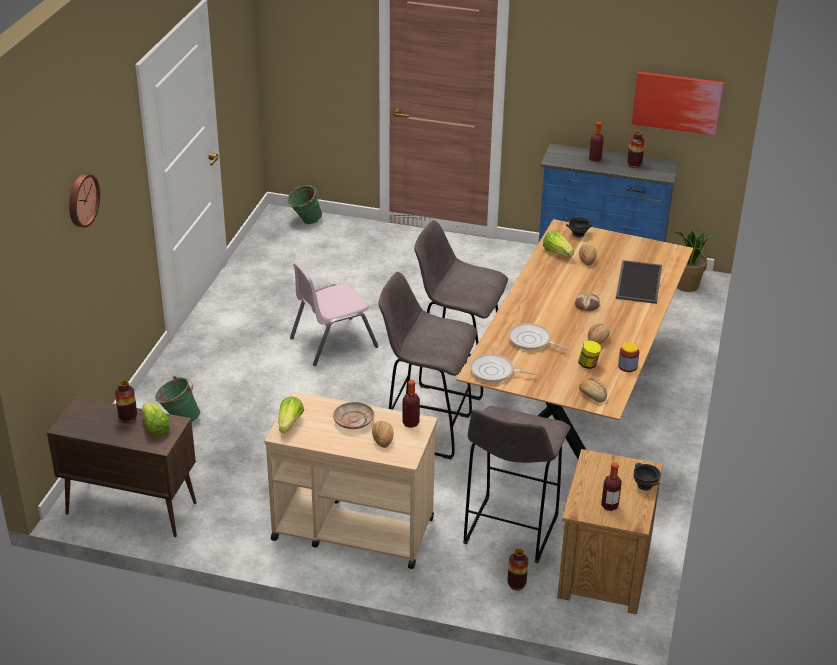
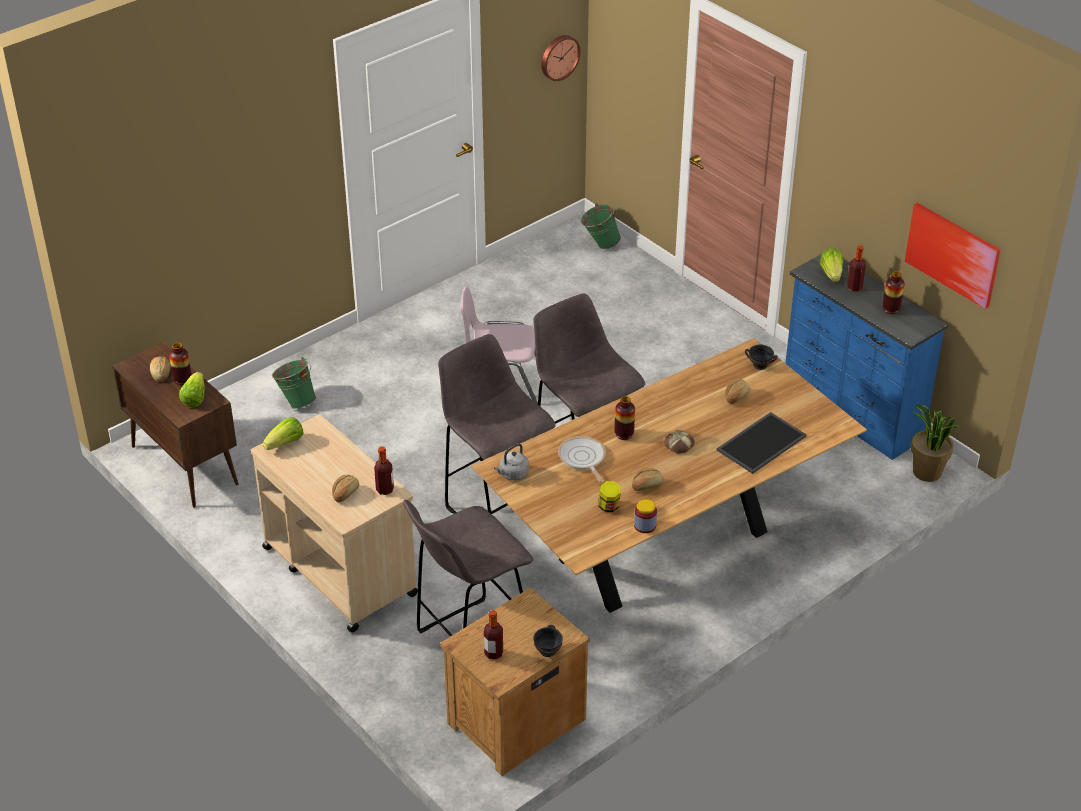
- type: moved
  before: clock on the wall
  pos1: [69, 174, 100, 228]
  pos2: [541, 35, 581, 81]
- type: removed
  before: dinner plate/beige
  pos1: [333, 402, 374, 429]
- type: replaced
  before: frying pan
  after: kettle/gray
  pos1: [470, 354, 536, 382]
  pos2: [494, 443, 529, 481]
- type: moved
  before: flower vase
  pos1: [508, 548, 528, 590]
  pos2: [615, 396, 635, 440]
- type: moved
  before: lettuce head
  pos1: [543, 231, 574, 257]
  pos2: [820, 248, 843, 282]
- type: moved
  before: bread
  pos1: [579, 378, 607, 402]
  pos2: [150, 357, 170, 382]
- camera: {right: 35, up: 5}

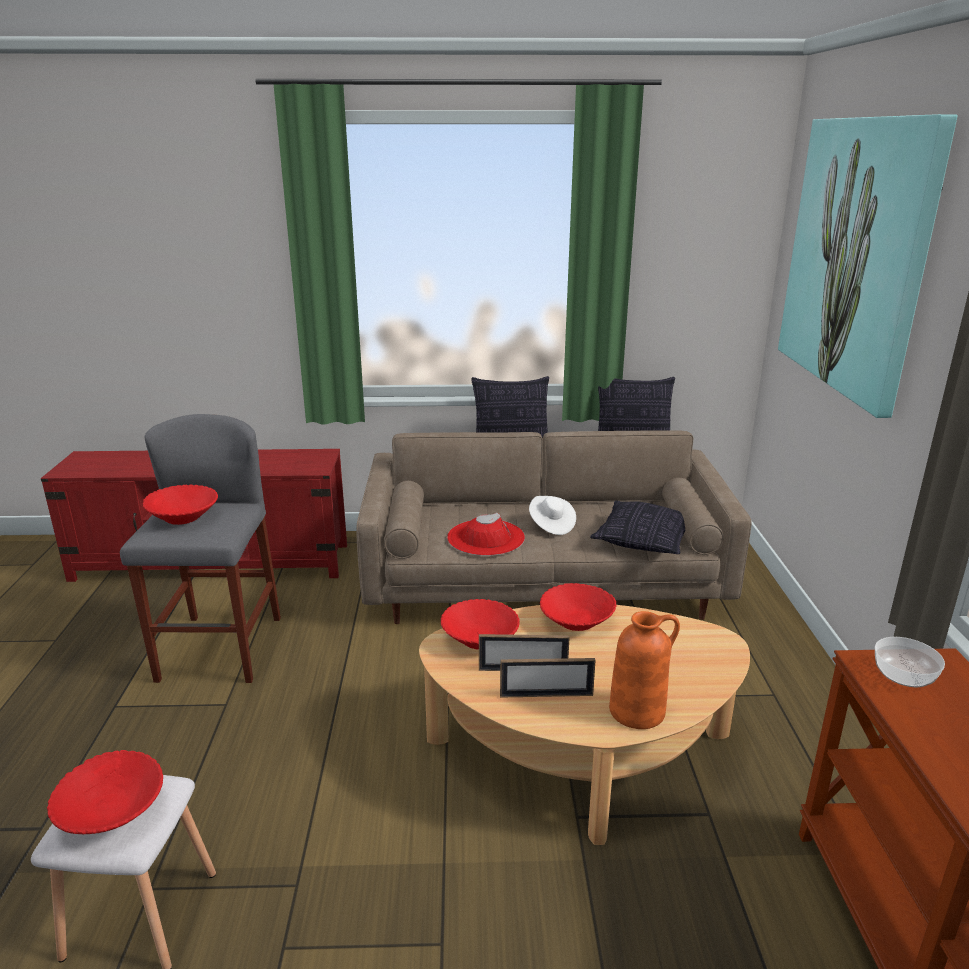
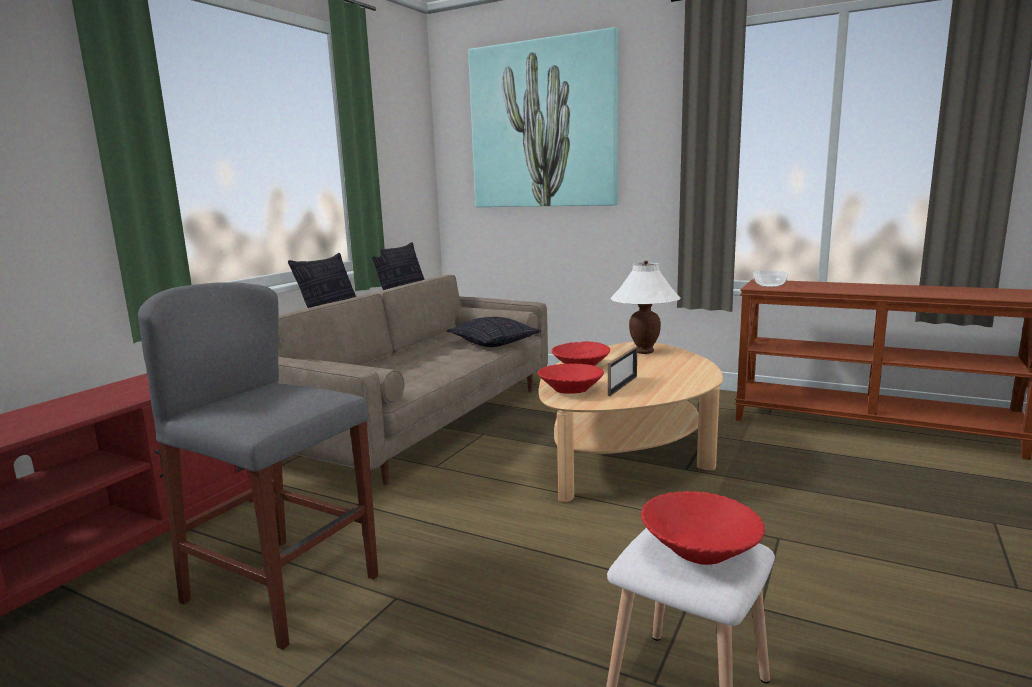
- type: removed
  before: serving bowl/red
  pos1: [143, 485, 218, 525]
- type: removed
  before: clothing hat/red
  pos1: [447, 513, 525, 556]
- type: removed
  before: standing frame
  pos1: [500, 658, 595, 698]
- type: removed
  before: clothing hat/white
  pos1: [529, 496, 576, 535]
- type: removed
  before: flower vase/orange-coloured
  pos1: [609, 611, 680, 729]
- type: added
  after: table lamp/white
  pos2: [611, 261, 681, 354]
- camera: {right: -60, up: -10}

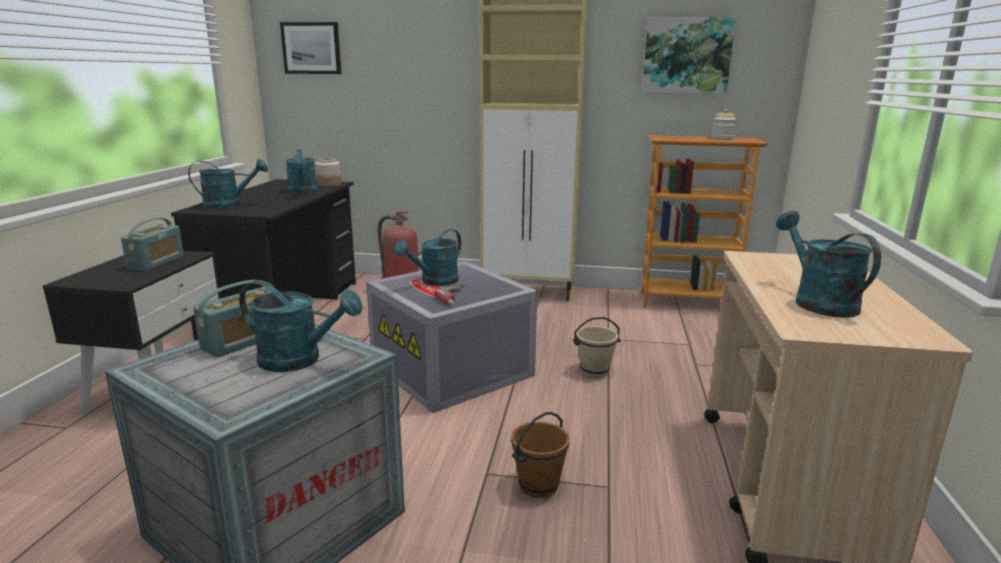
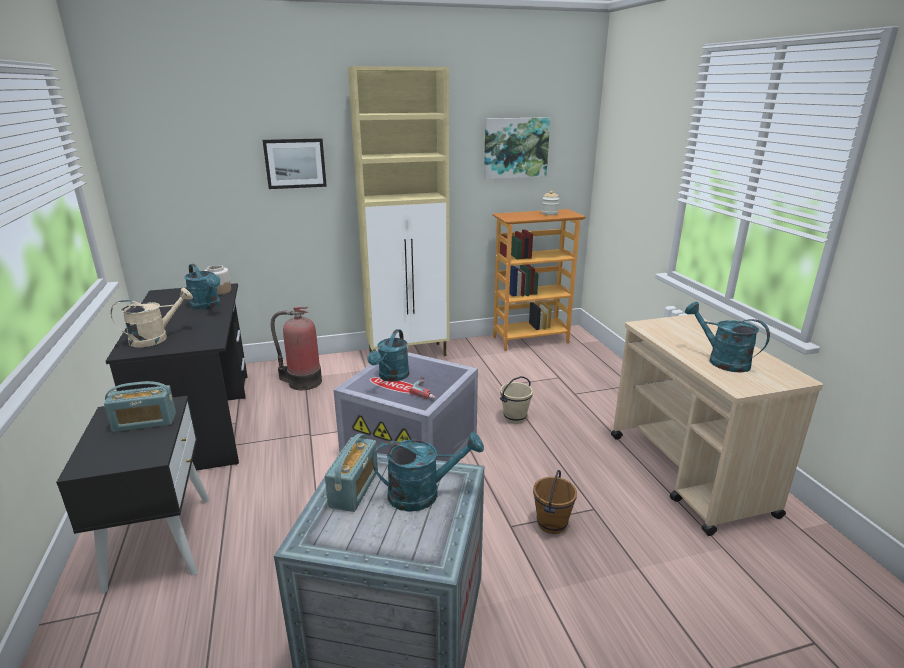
- type: turned
  before: radio
  pos1: [121, 218, 184, 271]
  pos2: [104, 381, 176, 432]
  turn: 90
- type: recoloured
  before: sprinkling can/turquoise
  after: sprinkling can/beige
  pos1: [188, 159, 268, 209]
  pos2: [111, 288, 193, 347]
- type: moved
  before: wall picture
  pos1: [280, 22, 341, 74]
  pos2: [263, 138, 327, 189]
- camera: {right: -25, up: 5}

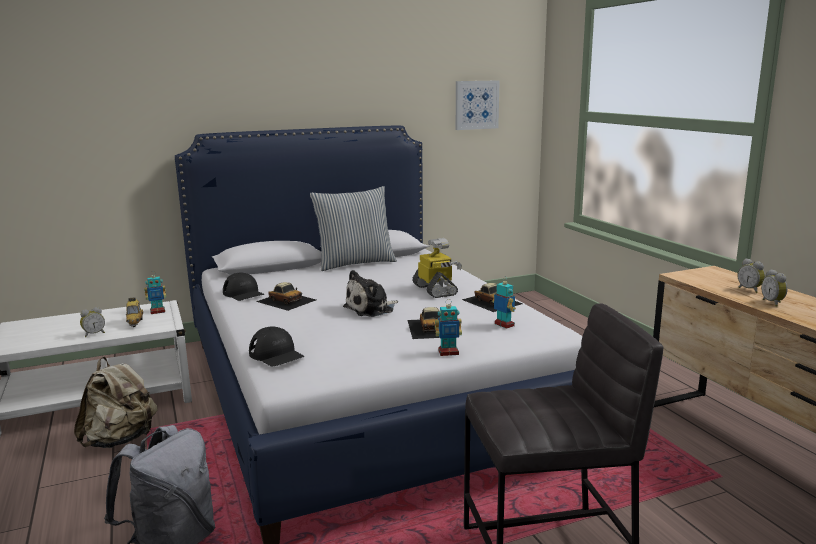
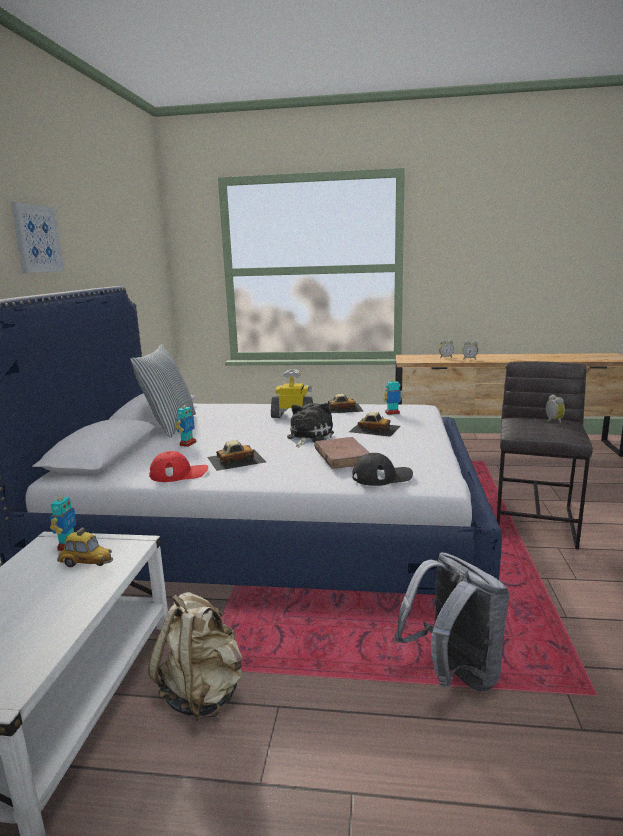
- type: moved
  before: table clock
  pos1: [80, 307, 105, 337]
  pos2: [546, 394, 565, 423]
- type: recoloured
  before: baseball cap/blackish
  after: baseball cap/red
  pos1: [223, 273, 265, 301]
  pos2: [149, 451, 208, 482]
- type: turned
  before: plush toy
  pos1: [343, 270, 398, 317]
  pos2: [287, 403, 334, 447]
  turn: -150
- type: moved
  before: robot figure
  pos1: [435, 299, 462, 356]
  pos2: [176, 405, 196, 447]
- type: moved
  before: wall picture
  pos1: [456, 80, 500, 130]
  pos2: [11, 202, 64, 273]
- type: added
  after: book/brownish
  pos2: [315, 437, 370, 469]
- camera: {right: -60, up: 0}

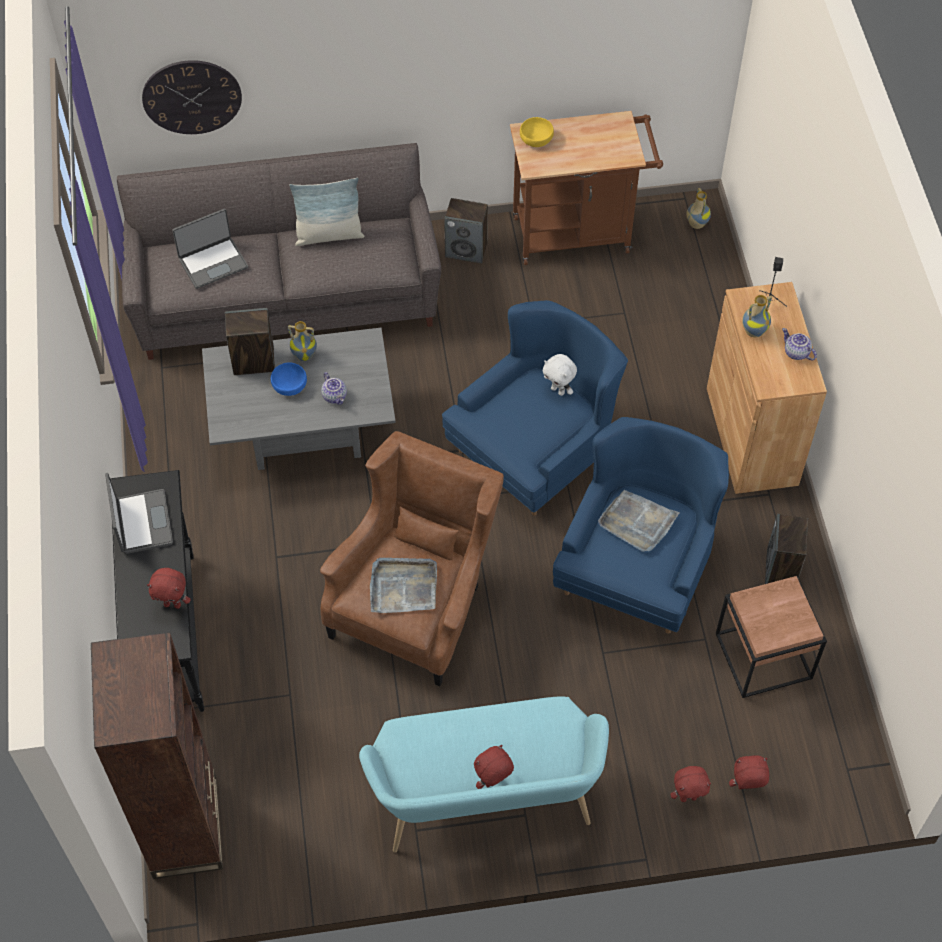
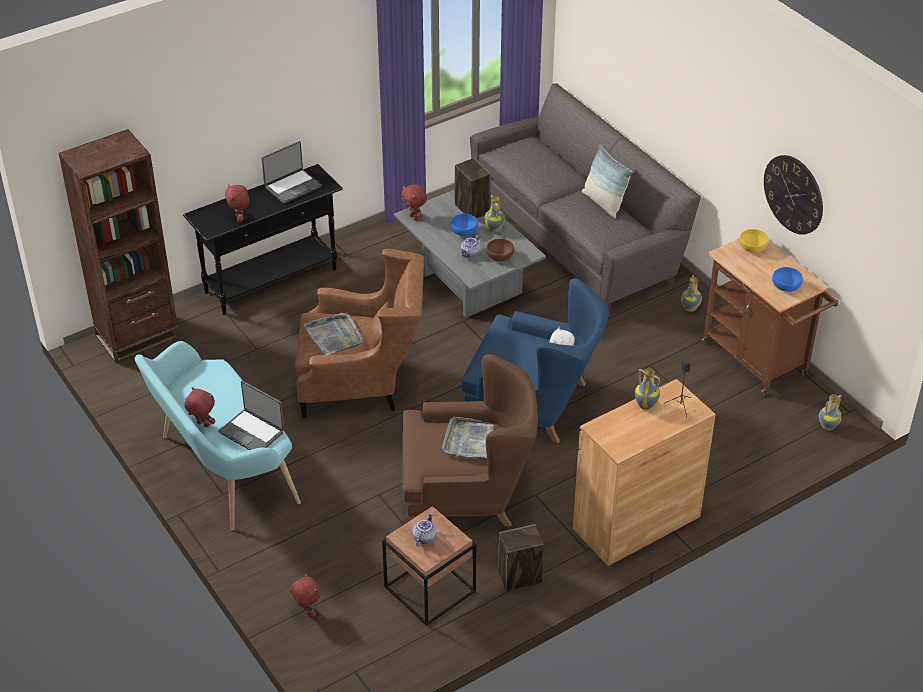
- type: moved
  before: clock on the wall
  pos1: [142, 60, 242, 134]
  pos2: [764, 155, 823, 235]
- type: moved
  before: notebook computer
  pos1: [172, 209, 248, 289]
  pos2: [218, 381, 284, 450]
- type: replaced
  before: loudspeaker
  after: flower vase
  pos1: [444, 198, 488, 264]
  pos2: [681, 275, 702, 312]
- type: recoloured
  before: easy chair/bluish
  after: easy chair/brownish
  pos1: [553, 417, 729, 634]
  pos2: [402, 354, 538, 526]
- type: moved
  before: plush toy/red
  pos1: [670, 766, 711, 802]
  pos2: [401, 184, 427, 221]
- type: moved
  before: pot for tea
  pos1: [782, 328, 817, 360]
  pos2: [413, 513, 436, 547]
- type: added
  after: serving bowl/brownish
  pos2: [486, 239, 514, 261]
- type: added
  after: serving bowl/bluish
  pos2: [772, 267, 803, 292]
- camera: {right: 65, up: -15}

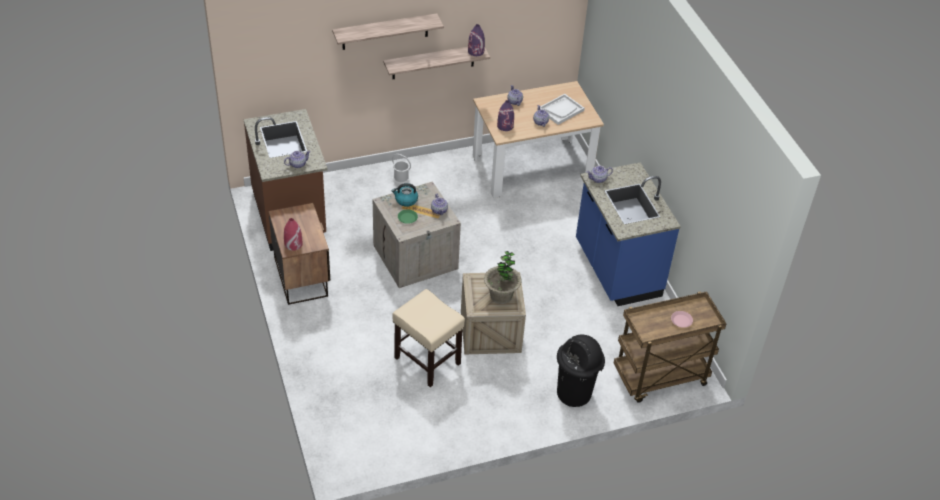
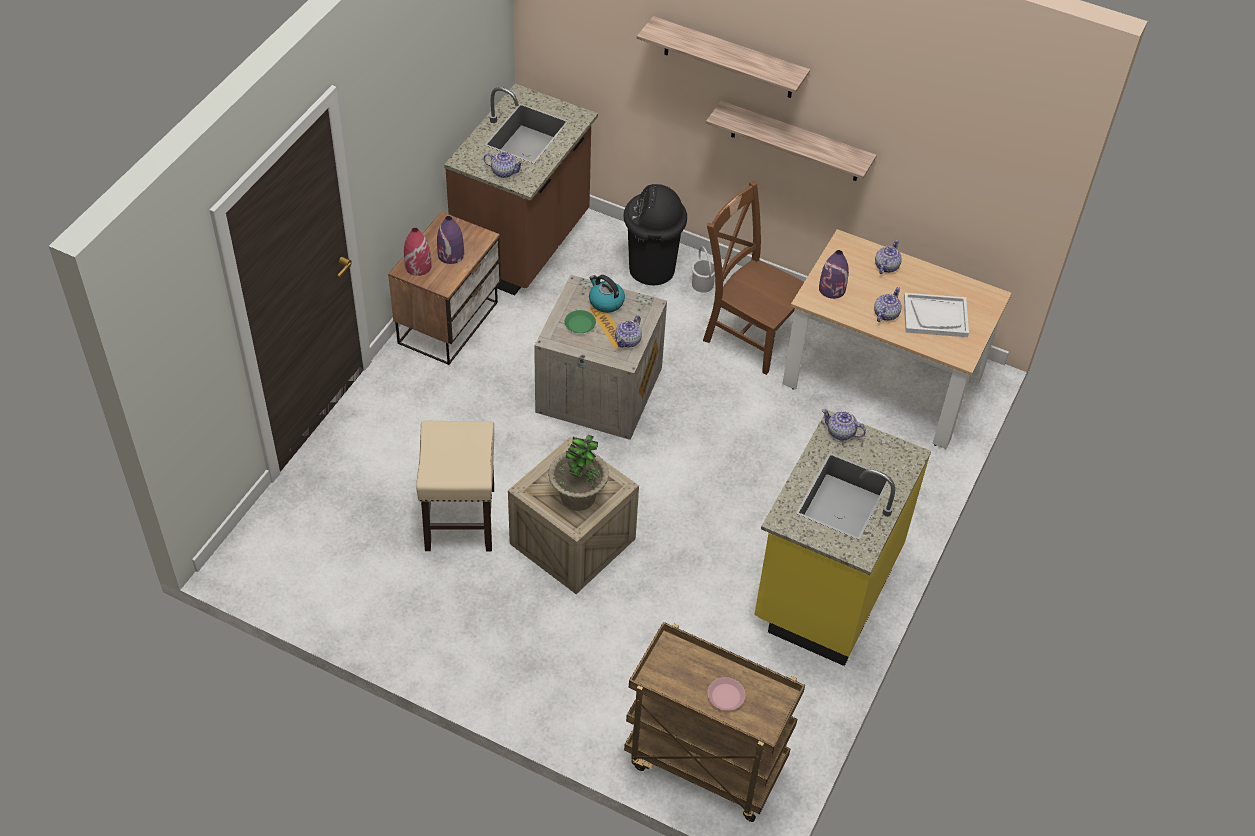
- type: moved
  before: flower vase/purple
  pos1: [468, 24, 485, 56]
  pos2: [437, 216, 464, 264]
- type: moved
  before: waste bin/blackish
  pos1: [557, 335, 605, 407]
  pos2: [624, 184, 687, 285]
- type: recoloured
  before: counter/bluish
  after: counter/yellow
  pos1: [576, 162, 681, 306]
  pos2: [754, 410, 931, 666]
- type: added
  after: plain chair/brownish
  pos2: [703, 180, 804, 375]
- camera: {right: 45, up: 5}

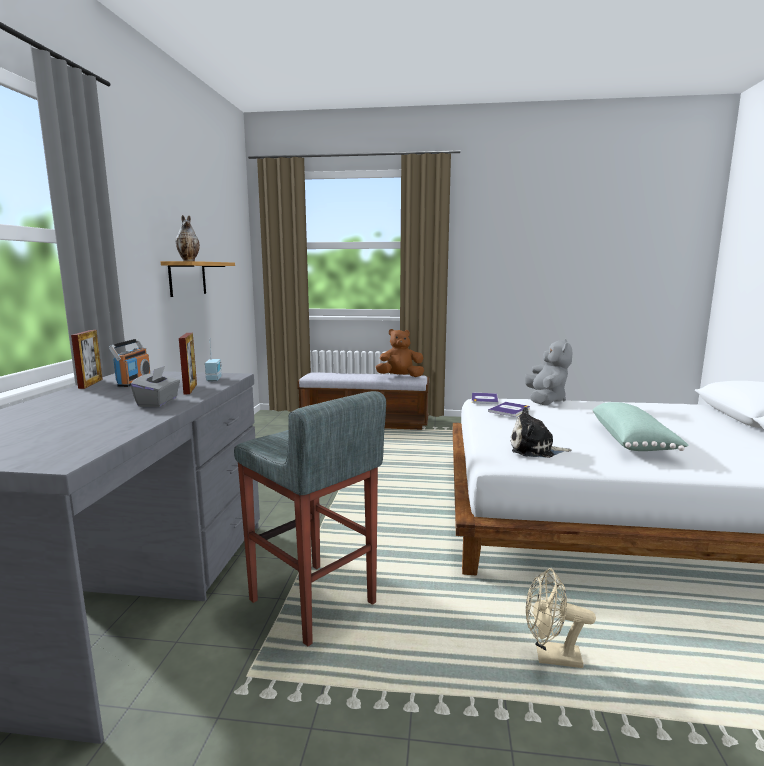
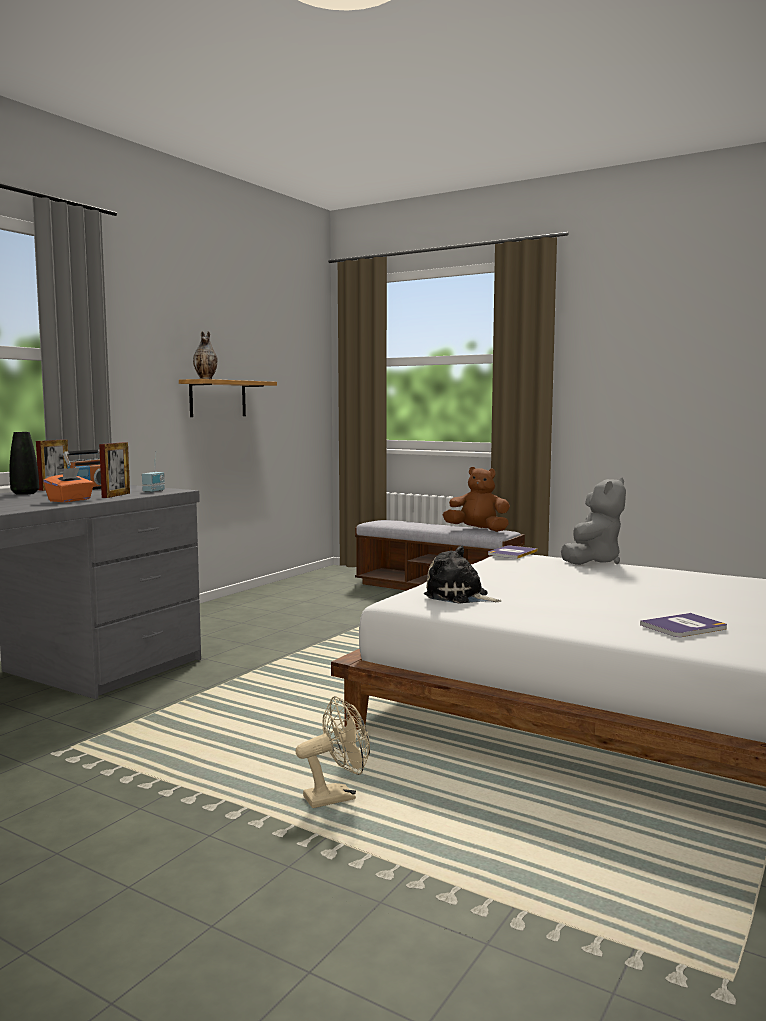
- type: recoloured
  before: tissue box/gray
  after: tissue box/orange-coloured
  pos1: [131, 366, 180, 407]
  pos2: [43, 467, 94, 502]
- type: removed
  before: stool/gray
  pos1: [234, 391, 386, 646]
- type: moved
  before: book
  pos1: [488, 402, 530, 416]
  pos2: [640, 613, 727, 637]
- type: turned
  before: fan/beige
  pos1: [526, 568, 596, 668]
  pos2: [296, 696, 370, 808]
  turn: 120
- type: removed
  before: cushion/greenish
  pos1: [592, 402, 689, 451]
- type: added
  after: flower vase/blackish
  pos2: [9, 432, 39, 495]
- camera: {right: 25, up: -5}

